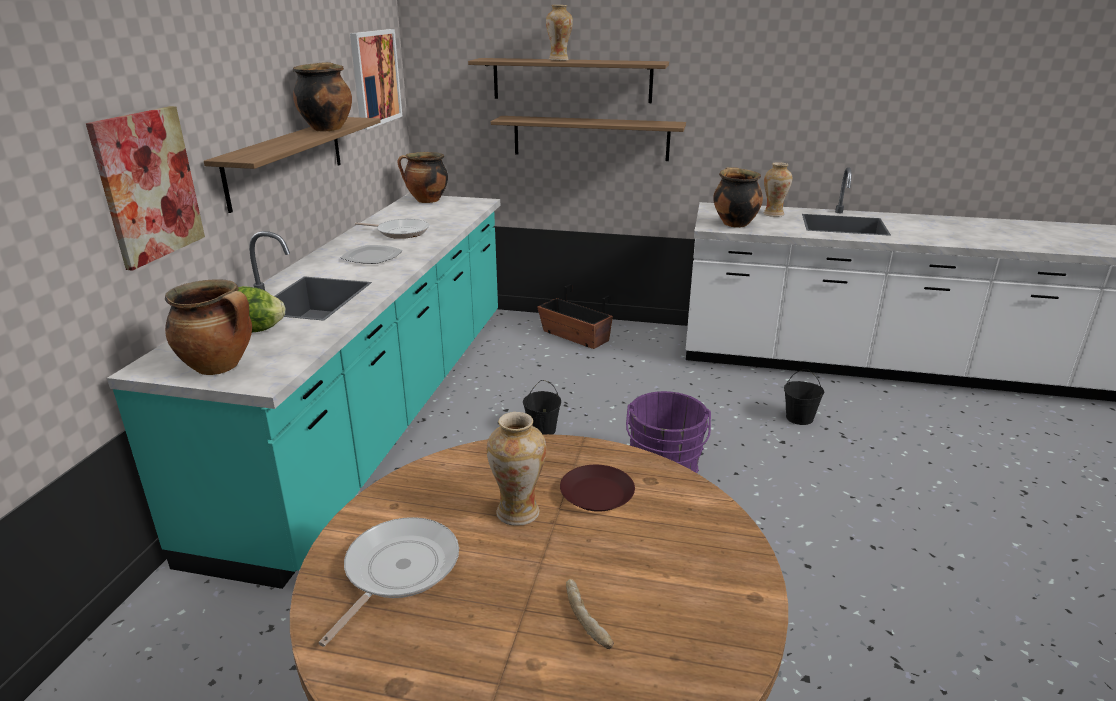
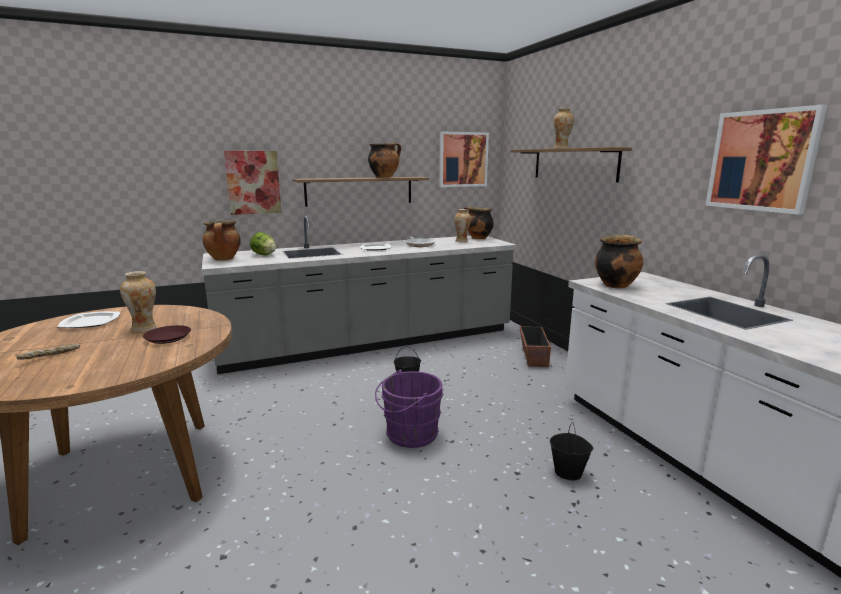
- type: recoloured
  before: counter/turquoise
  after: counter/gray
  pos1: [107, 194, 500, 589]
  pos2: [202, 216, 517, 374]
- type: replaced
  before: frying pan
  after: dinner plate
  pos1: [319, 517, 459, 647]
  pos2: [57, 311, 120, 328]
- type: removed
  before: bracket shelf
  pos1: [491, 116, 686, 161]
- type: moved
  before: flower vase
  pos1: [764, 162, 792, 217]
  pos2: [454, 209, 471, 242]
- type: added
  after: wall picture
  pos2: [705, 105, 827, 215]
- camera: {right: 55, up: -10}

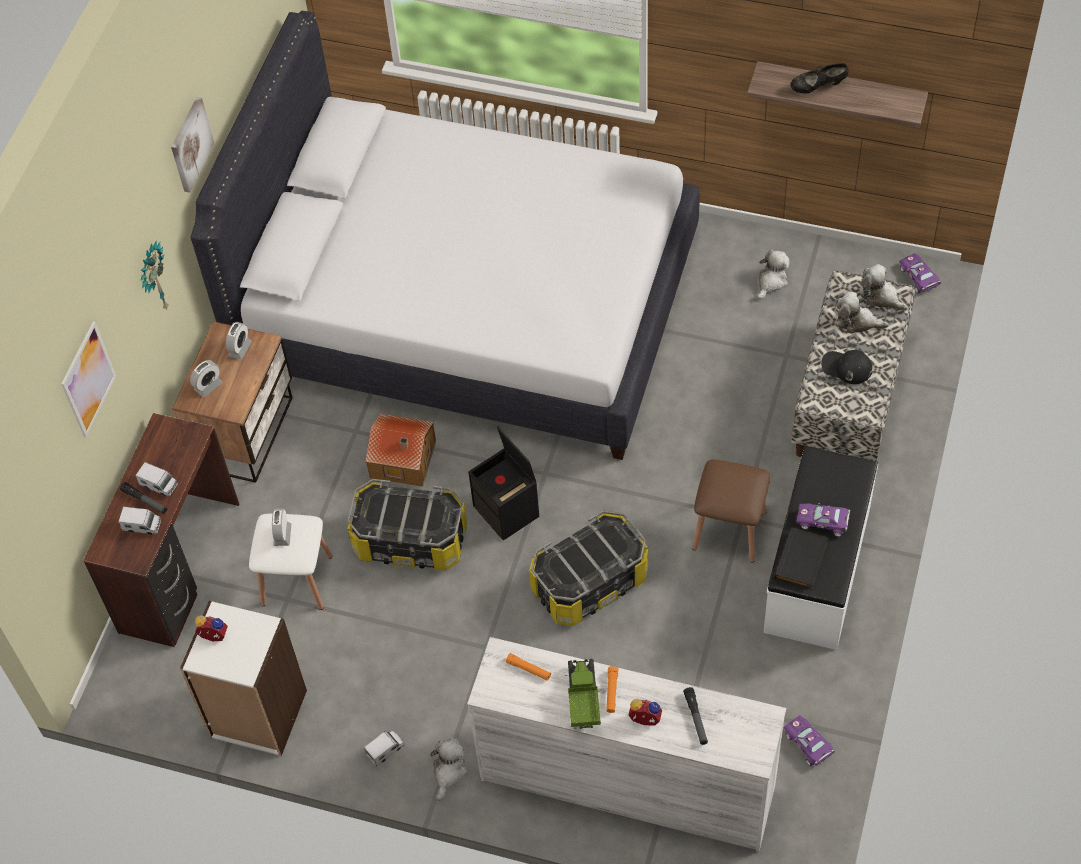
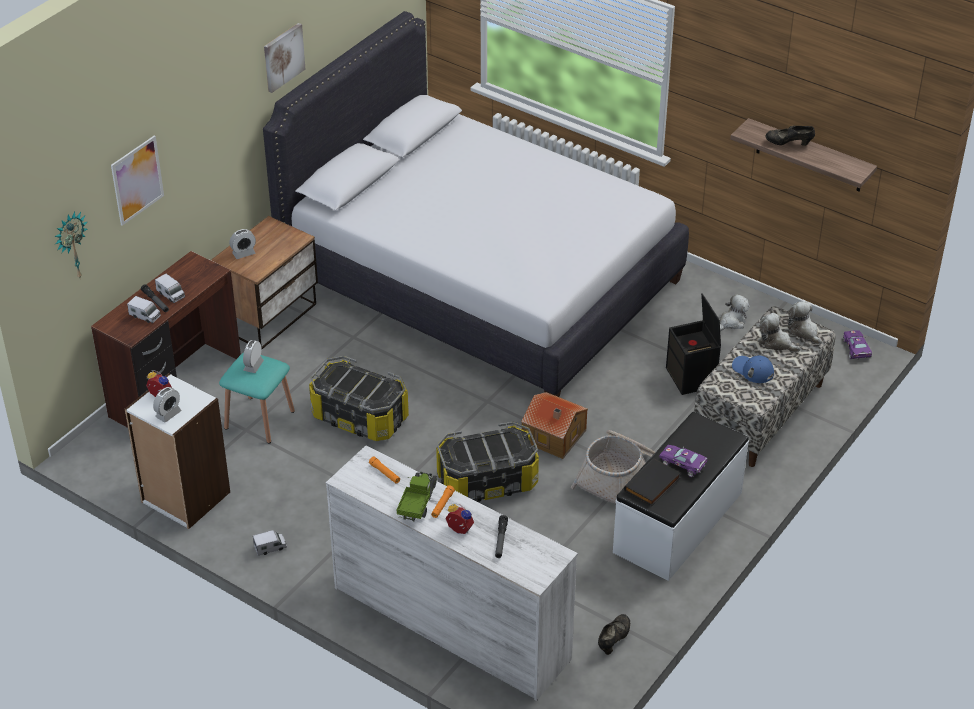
- type: moved
  before: clock on the wall
  pos1: [141, 241, 168, 309]
  pos2: [55, 211, 88, 278]
- type: moved
  before: table clock
  pos1: [226, 322, 252, 360]
  pos2: [153, 387, 181, 423]
- type: recoloured
  before: stool/white
  after: stool/turquoise
  pos1: [249, 514, 332, 610]
  pos2: [219, 353, 295, 444]
- type: moved
  before: miniature house
  pos1: [365, 414, 436, 487]
  pos2: [521, 392, 588, 459]
- type: removed
  before: plush toy
  pos1: [430, 738, 468, 801]
- type: moved
  before: storage bin/blackish
  pos1: [468, 426, 539, 541]
  pos2: [666, 293, 721, 395]
- type: replaced
  before: stool/brownish
  after: basket
  pos1: [692, 459, 770, 563]
  pos2: [571, 430, 655, 504]
- type: replaced
  before: model car/purple
  after: low shoe/blackish
  pos1: [784, 715, 835, 766]
  pos2: [598, 614, 630, 655]
- type: recoloured
  before: baseball cap/blackish
  after: baseball cap/bluish
  pos1: [821, 350, 872, 384]
  pos2: [732, 355, 774, 383]
- camera: {right: 15, up: -15}

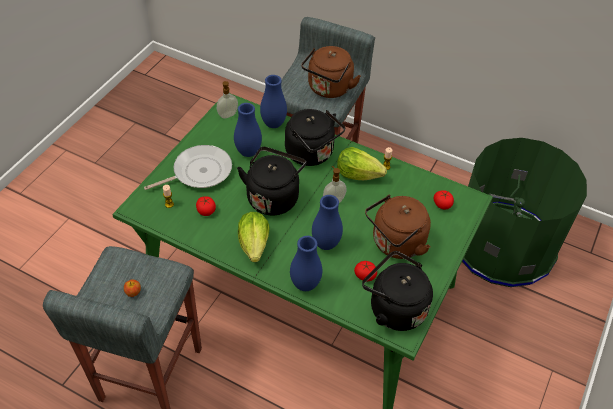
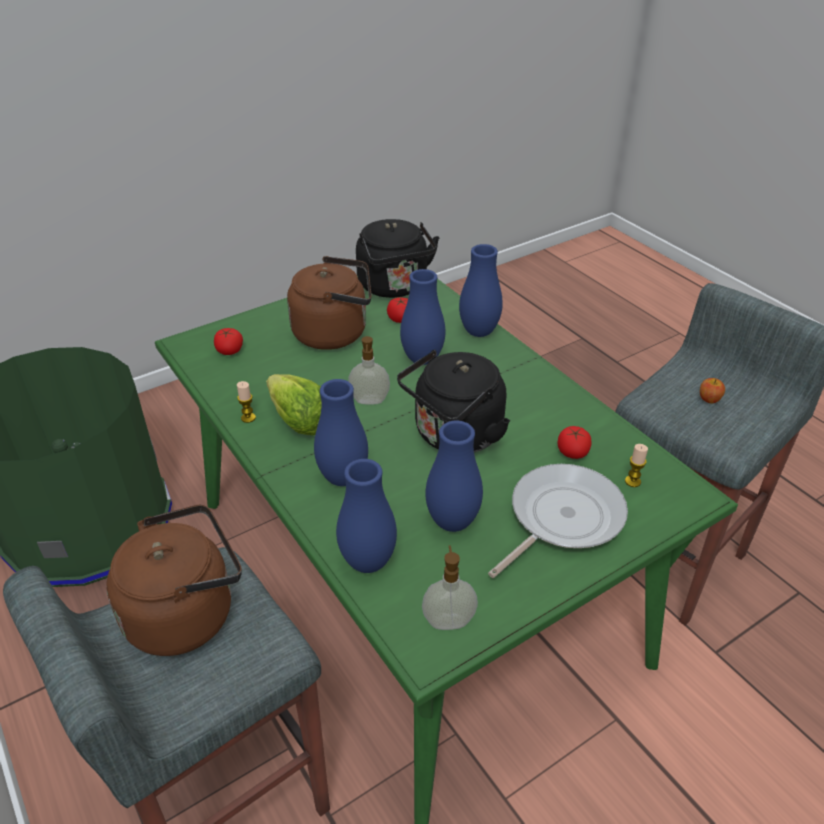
- type: turned
  before: frying pan
  pos1: [144, 145, 232, 190]
  pos2: [488, 464, 628, 578]
  turn: 135
- type: removed
  before: lettuce head
  pos1: [238, 212, 269, 262]
- type: replaced
  before: kettle/blackish
  after: flower vase/bluish
  pos1: [285, 109, 345, 166]
  pos2: [314, 379, 368, 486]
- camera: {right: -150, up: -10}

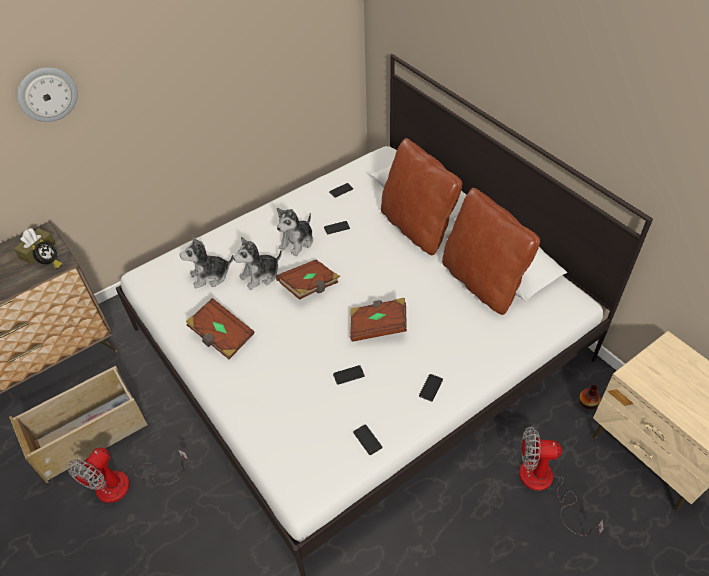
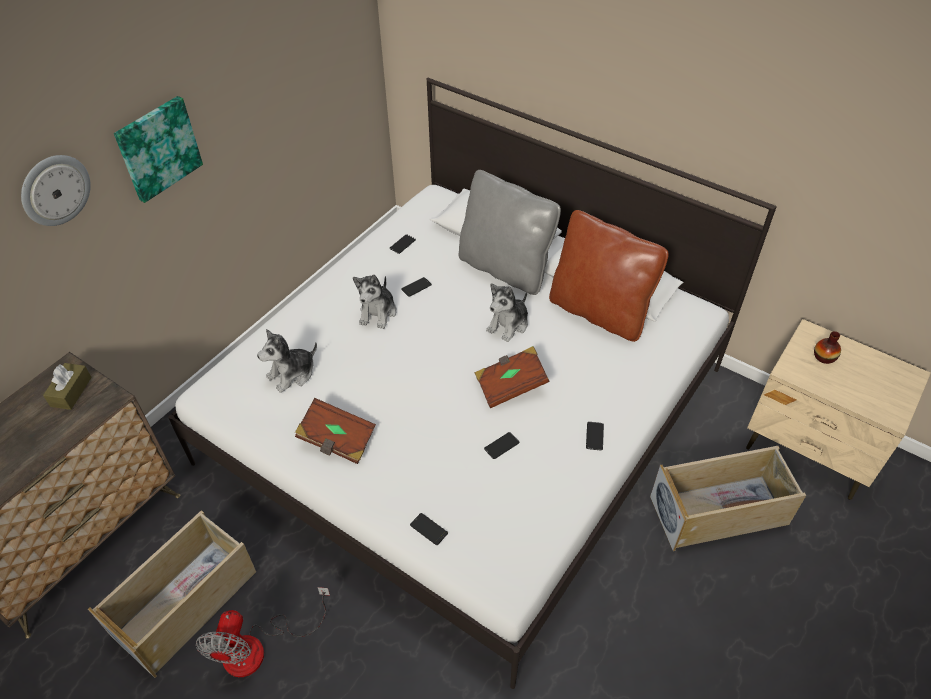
- type: removed
  before: table clock
  pos1: [31, 239, 62, 269]
- type: moved
  before: plush toy
  pos1: [233, 237, 282, 290]
  pos2: [486, 283, 528, 342]
- type: removed
  before: book/brownish
  pos1: [276, 259, 340, 300]
- type: moved
  before: telephone
  pos1: [353, 425, 382, 455]
  pos2: [410, 513, 448, 545]
- type: recoloured
  before: cushion/brownish
  after: cushion/gray
  pos1: [381, 138, 462, 255]
  pos2: [459, 170, 561, 295]
- type: replaced
  before: fan
  after: storage bin/beige
  pos1: [519, 426, 604, 536]
  pos2: [650, 446, 806, 551]
- type: moved
  before: flower vase
  pos1: [579, 385, 600, 409]
  pos2: [814, 331, 841, 364]
- type: added
  after: wall picture
  pos2: [114, 96, 203, 203]
- camera: {right: -20, up: 0}

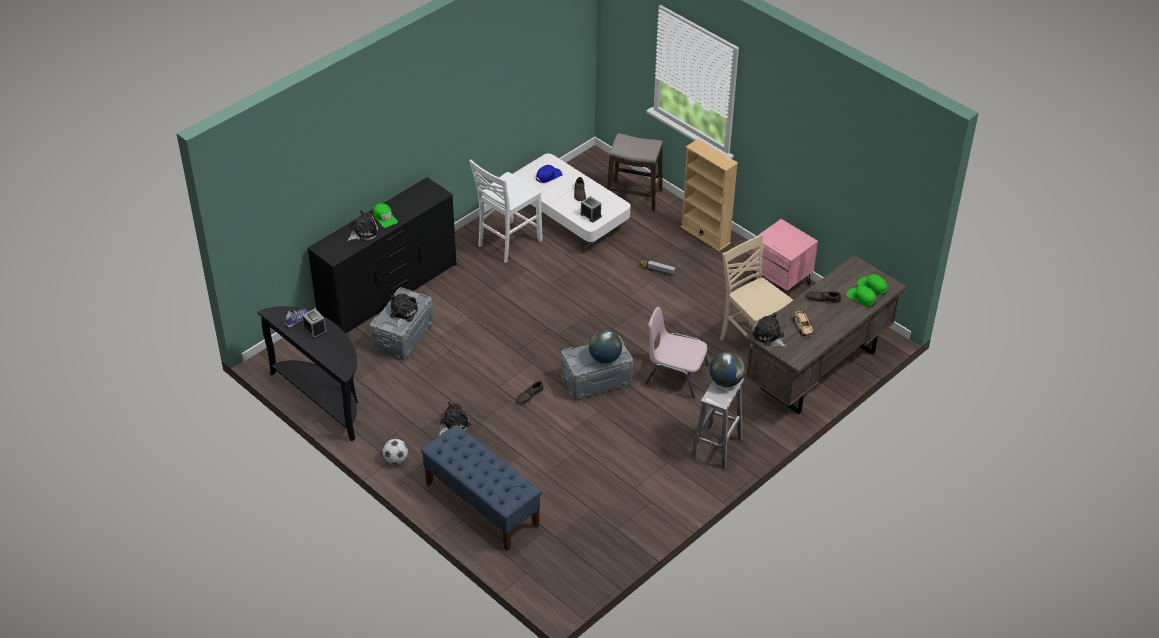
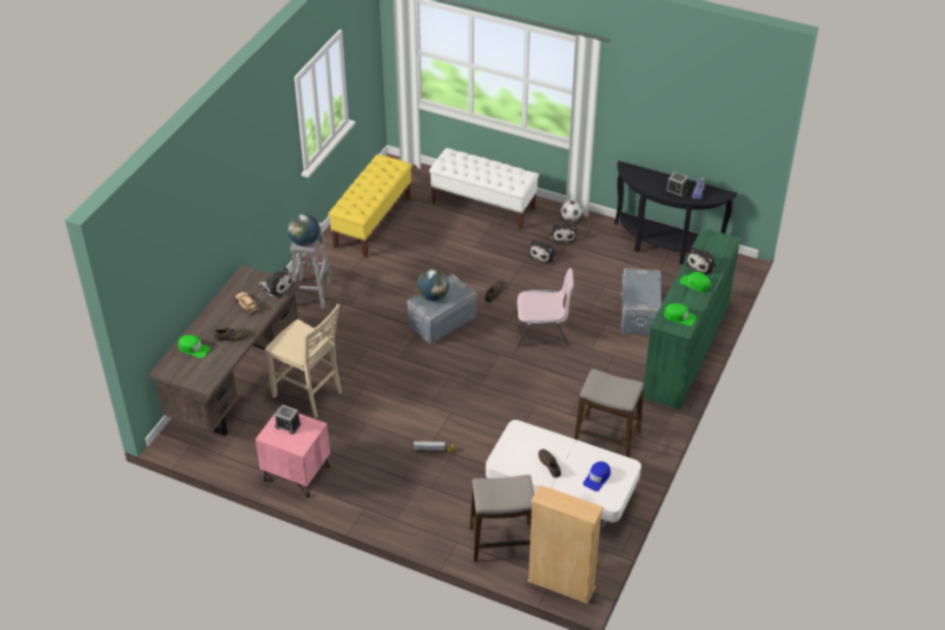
- type: recoloured
  before: drawer chest/blackish
  after: drawer chest/greenish
  pos1: [308, 177, 456, 333]
  pos2: [643, 228, 740, 410]
- type: moved
  before: plush toy
  pos1: [390, 294, 418, 328]
  pos2: [551, 223, 577, 243]
- type: recoloured
  before: bench/bluish
  after: bench/white
  pos1: [421, 425, 542, 551]
  pos2: [429, 148, 539, 230]
- type: replaced
  before: plain chair/white
  after: stool
  pos1: [469, 160, 543, 263]
  pos2: [574, 369, 644, 458]
- type: moved
  before: table clock
  pos1: [580, 196, 602, 222]
  pos2: [275, 404, 301, 434]
- type: moved
  before: plain chair/pink-coloured
  pos1: [645, 307, 709, 399]
  pos2: [516, 268, 574, 347]
- type: moved
  before: shelving unit/beige
  pos1: [680, 139, 738, 251]
  pos2: [527, 485, 604, 604]
- type: moved
  before: baseball cap/greenish
  pos1: [857, 274, 887, 295]
  pos2: [664, 303, 696, 326]
- type: added
  after: bench/yellow
  pos2: [328, 154, 412, 257]
- camera: {right: 160, up: 0}

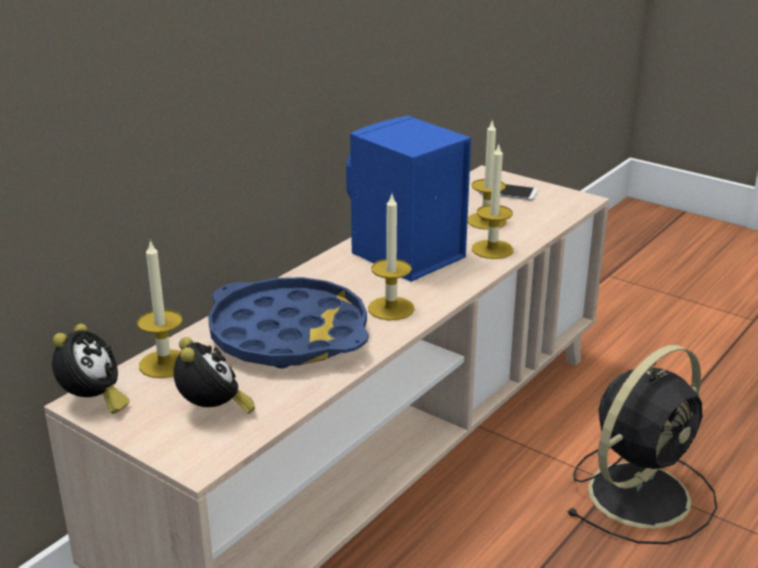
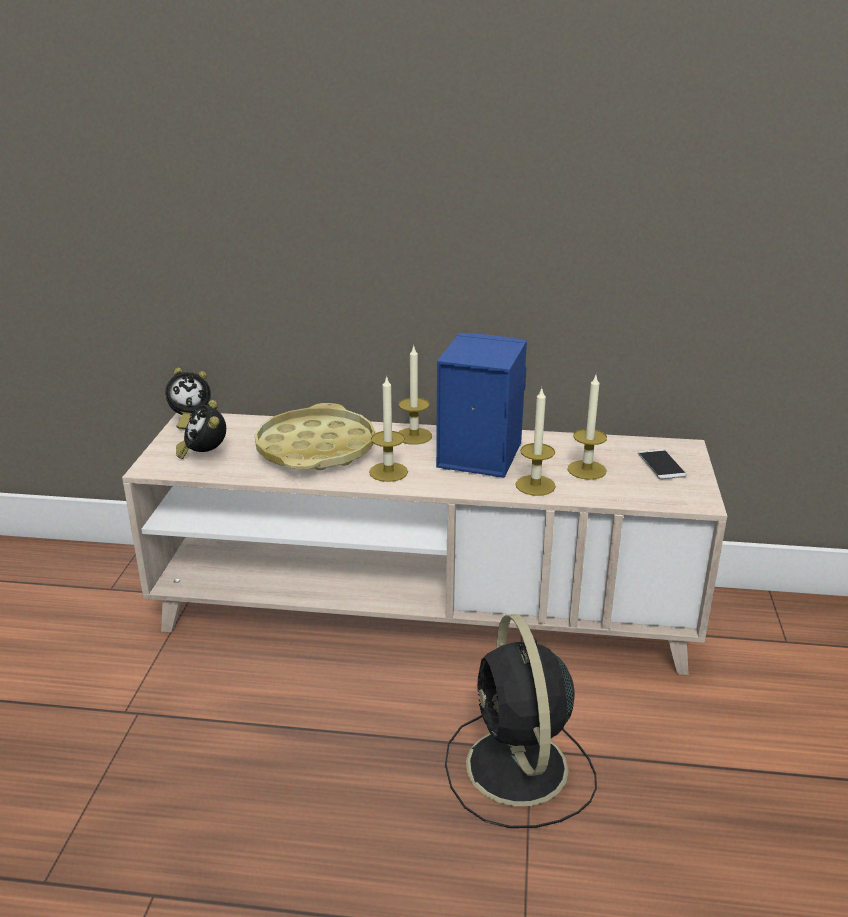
- type: moved
  before: candle
  pos1: [137, 240, 182, 378]
  pos2: [399, 345, 432, 445]
- type: turned
  before: table clock
  pos1: [173, 337, 255, 414]
  pos2: [176, 400, 226, 459]
  turn: 120
- type: recoloured
  before: carrying tray/bluish
  after: carrying tray/yellow
  pos1: [208, 277, 369, 369]
  pos2: [255, 403, 375, 470]
- type: turned
  before: fan/blackish
  pos1: [566, 345, 717, 544]
  pos2: [445, 614, 597, 828]
  turn: 60
- camera: {right: 60, up: 0}

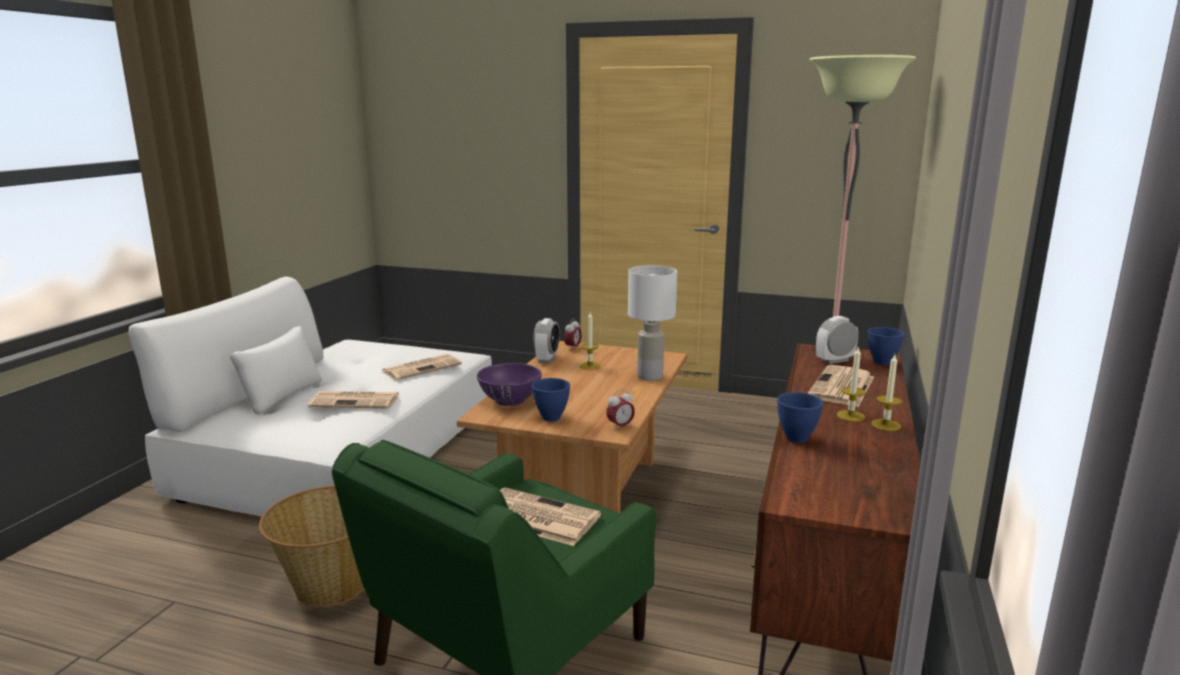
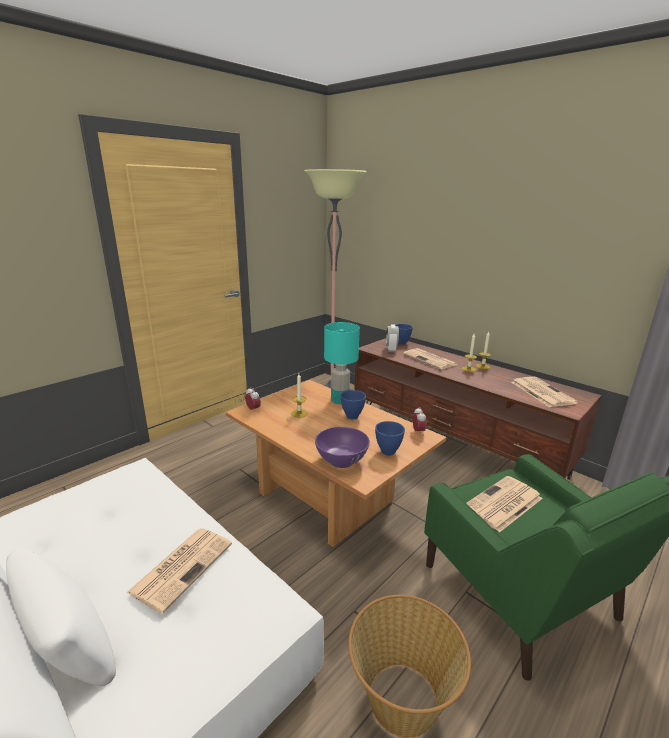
- type: moved
  before: newspaper
  pos1: [382, 354, 462, 380]
  pos2: [511, 377, 578, 407]
- type: removed
  before: table clock
  pos1: [533, 318, 560, 363]
- type: recoloured
  before: table lamp/white
  after: table lamp/turquoise
  pos1: [628, 265, 677, 381]
  pos2: [324, 322, 360, 404]
- type: moved
  before: serving bowl/bluish
  pos1: [777, 392, 824, 443]
  pos2: [340, 390, 366, 419]
- camera: {right: -65, up: 5}

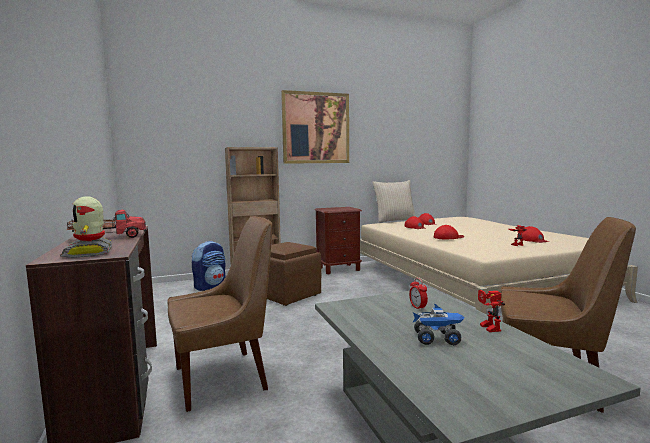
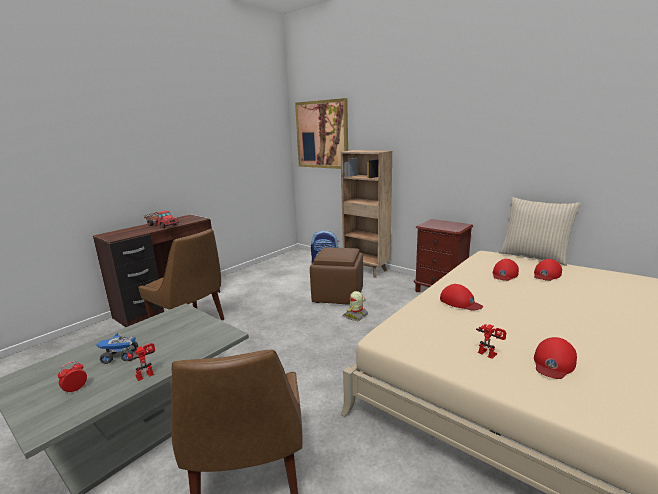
- type: moved
  before: robot figure
  pos1: [60, 196, 113, 258]
  pos2: [343, 291, 368, 322]
- type: moved
  before: wall picture
  pos1: [281, 90, 349, 164]
  pos2: [295, 98, 348, 169]
- type: moved
  before: table clock
  pos1: [409, 278, 428, 311]
  pos2: [58, 361, 87, 395]
- type: turned
  before: model truck
  pos1: [413, 303, 464, 345]
  pos2: [96, 333, 138, 364]
  turn: 105
- camera: {right: 60, up: 10}

